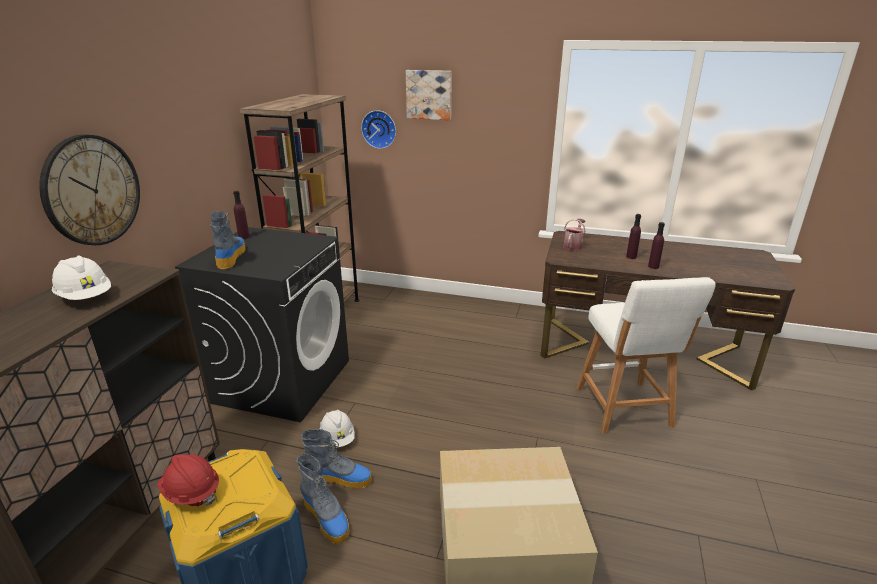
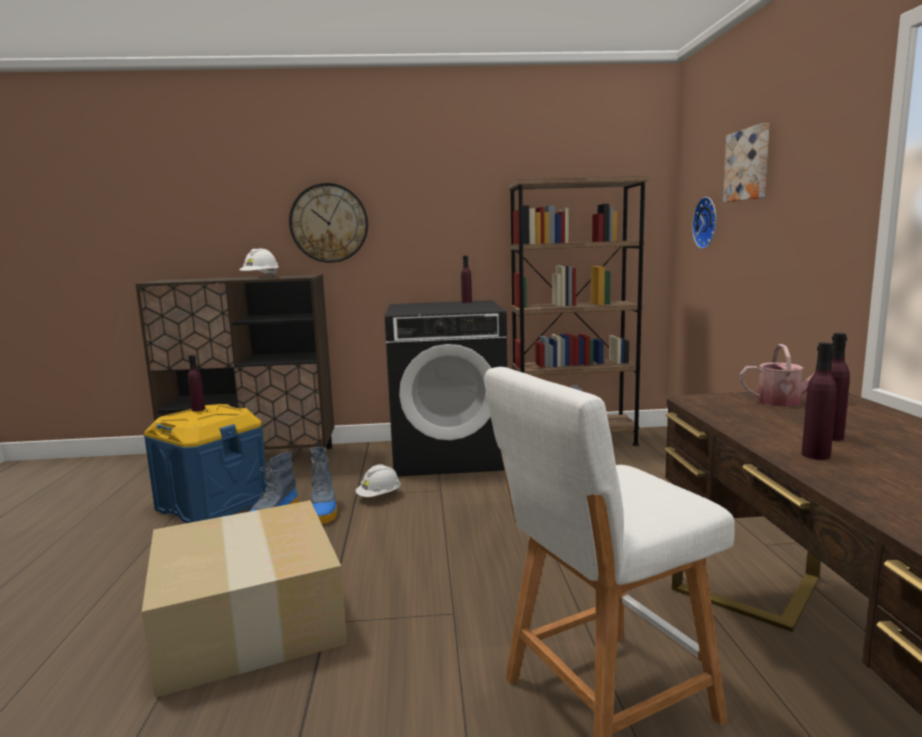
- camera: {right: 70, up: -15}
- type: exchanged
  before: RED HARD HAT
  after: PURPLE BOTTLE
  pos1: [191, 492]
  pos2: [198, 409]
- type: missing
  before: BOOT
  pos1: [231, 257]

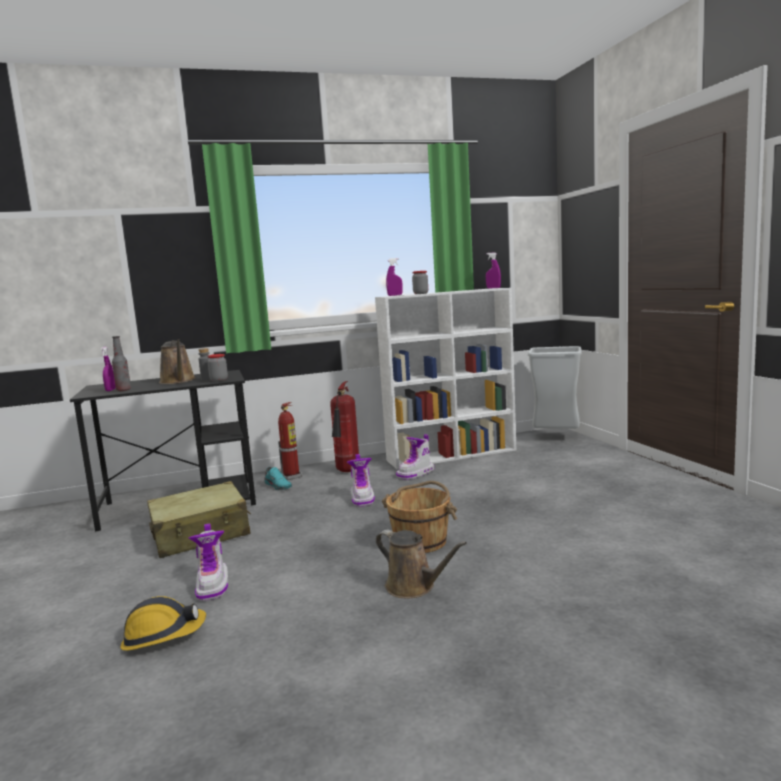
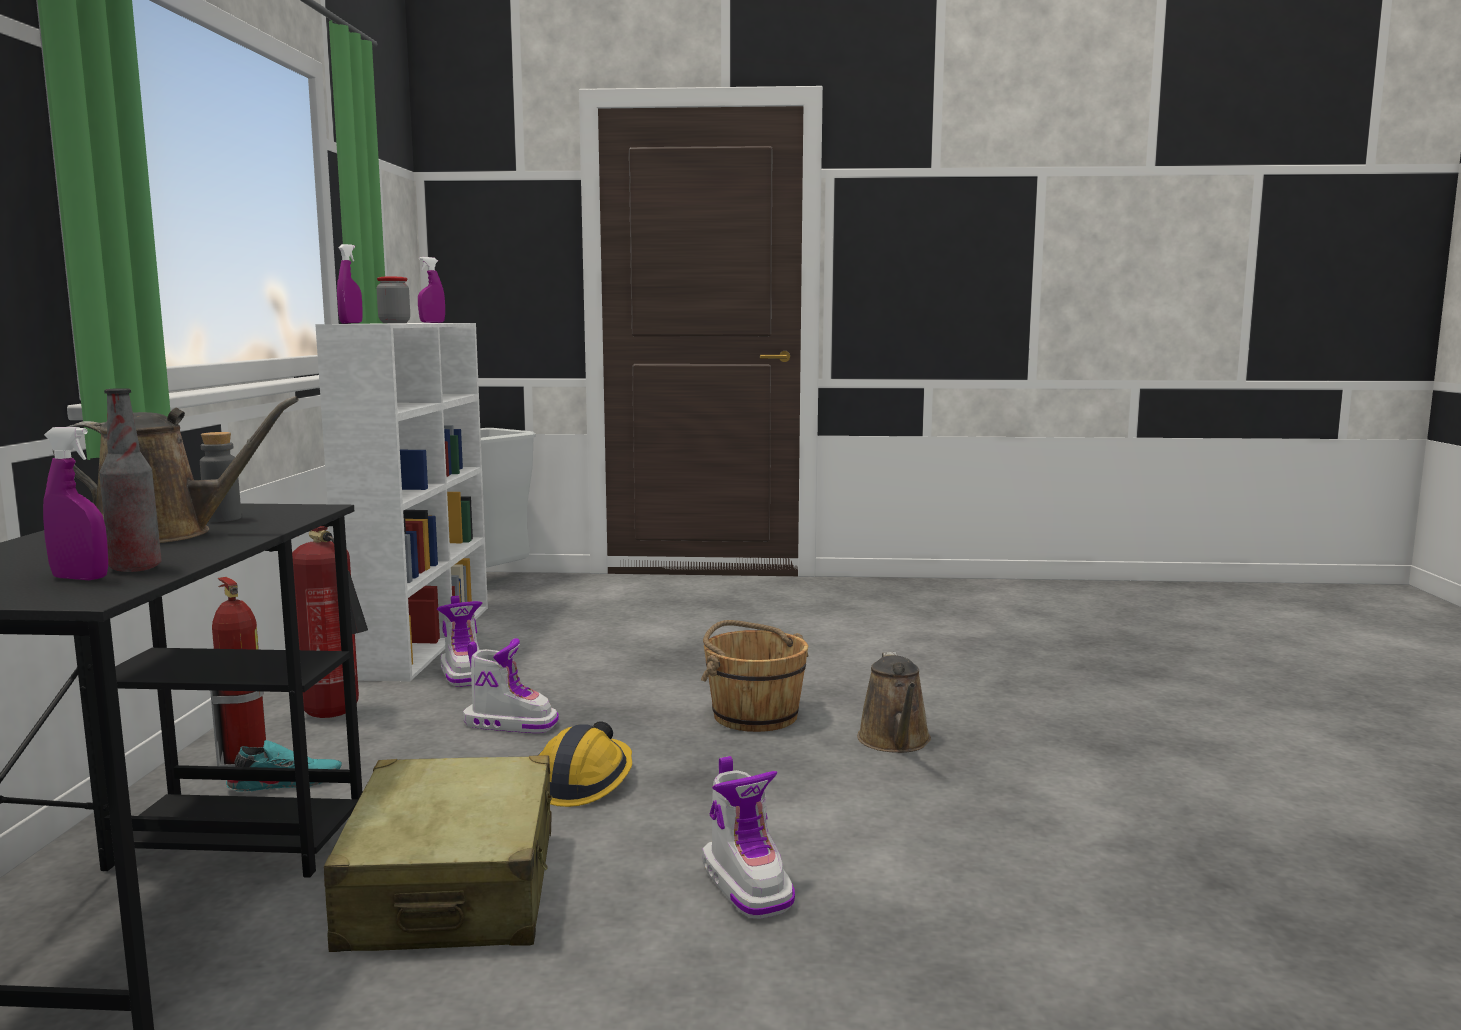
- camera: {right: -70, up: 0}
- type: relocated
  before: HARD HAT
  pos1: [163, 636]
  pos2: [582, 781]
- type: spun
  before: BOOT
  pos1: [213, 585]
  pos2: [747, 885]
  turn: 60
- type: missing
  before: JAR
  pos1: [219, 380]
- type: spun
  before: BROWN WATERING CAN
  pos1: [414, 587]
  pos2: [895, 742]
  turn: 120

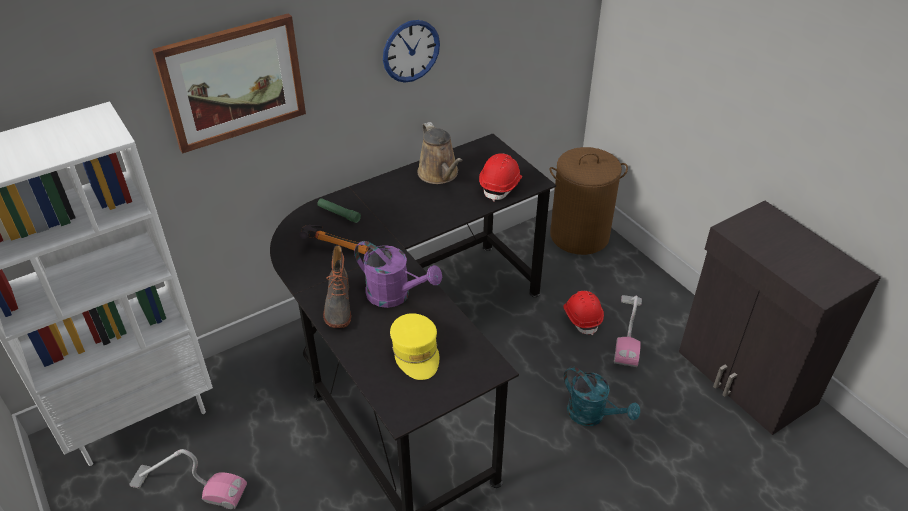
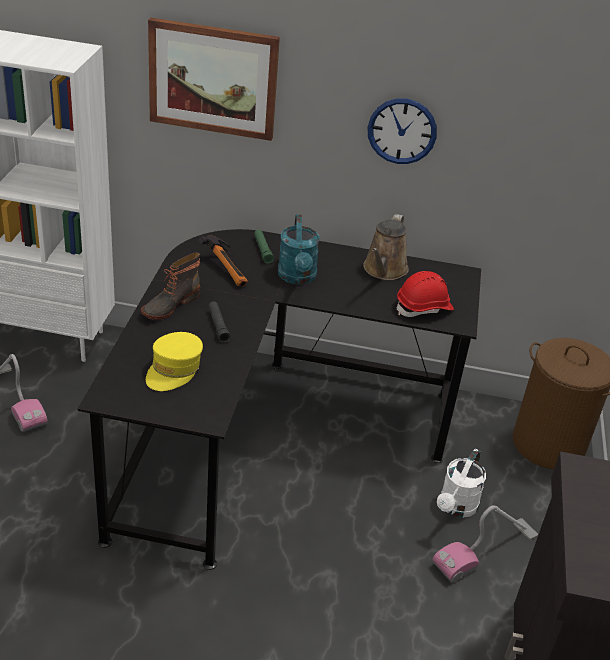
- camera: {right: 40, up: -5}
- type: exchanged
  before: PURPLE WATERING CAN
  after: BLACK FLASHLIGHT
  pos1: [395, 295]
  pos2: [218, 325]
- type: exchanged
  before: RED HARD HAT
  after: WHITE WATERING CAN
  pos1: [582, 317]
  pos2: [456, 508]
- type: relocated
  before: TURQUOISE WATERING CAN
  pos1: [592, 415]
  pos2: [298, 278]

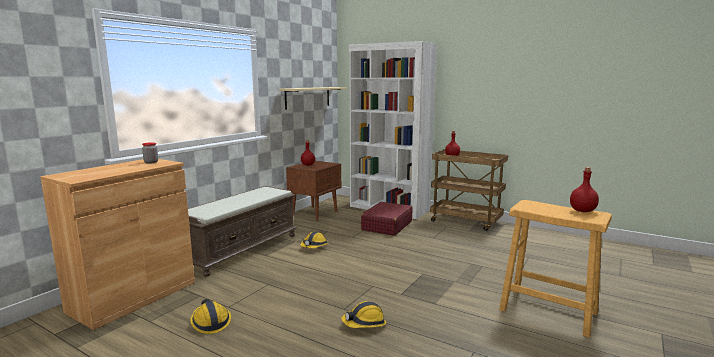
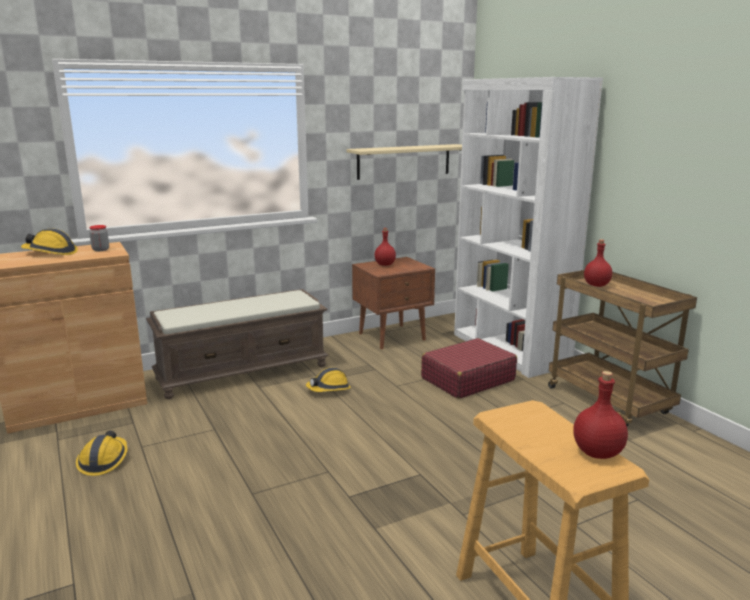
- camera: {right: 30, up: 5}
- type: relocated
  before: HARD HAT
  pos1: [364, 323]
  pos2: [51, 253]

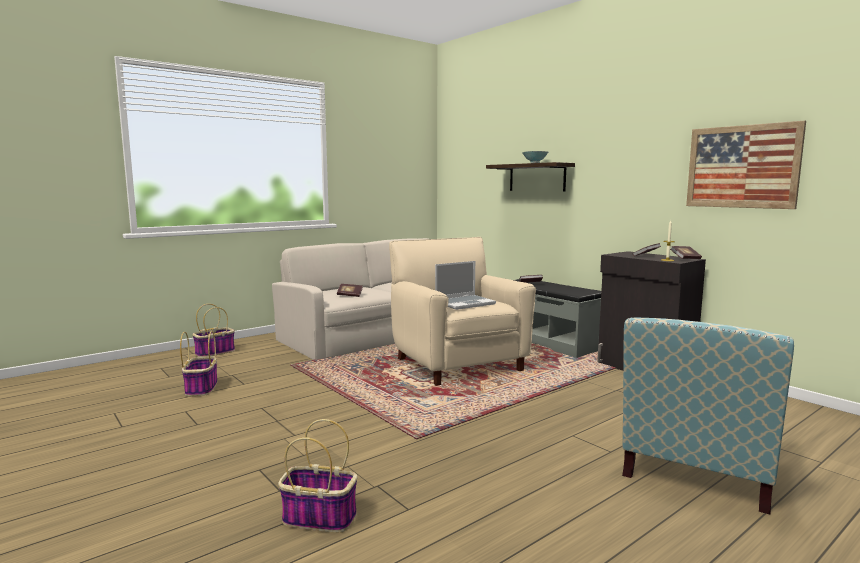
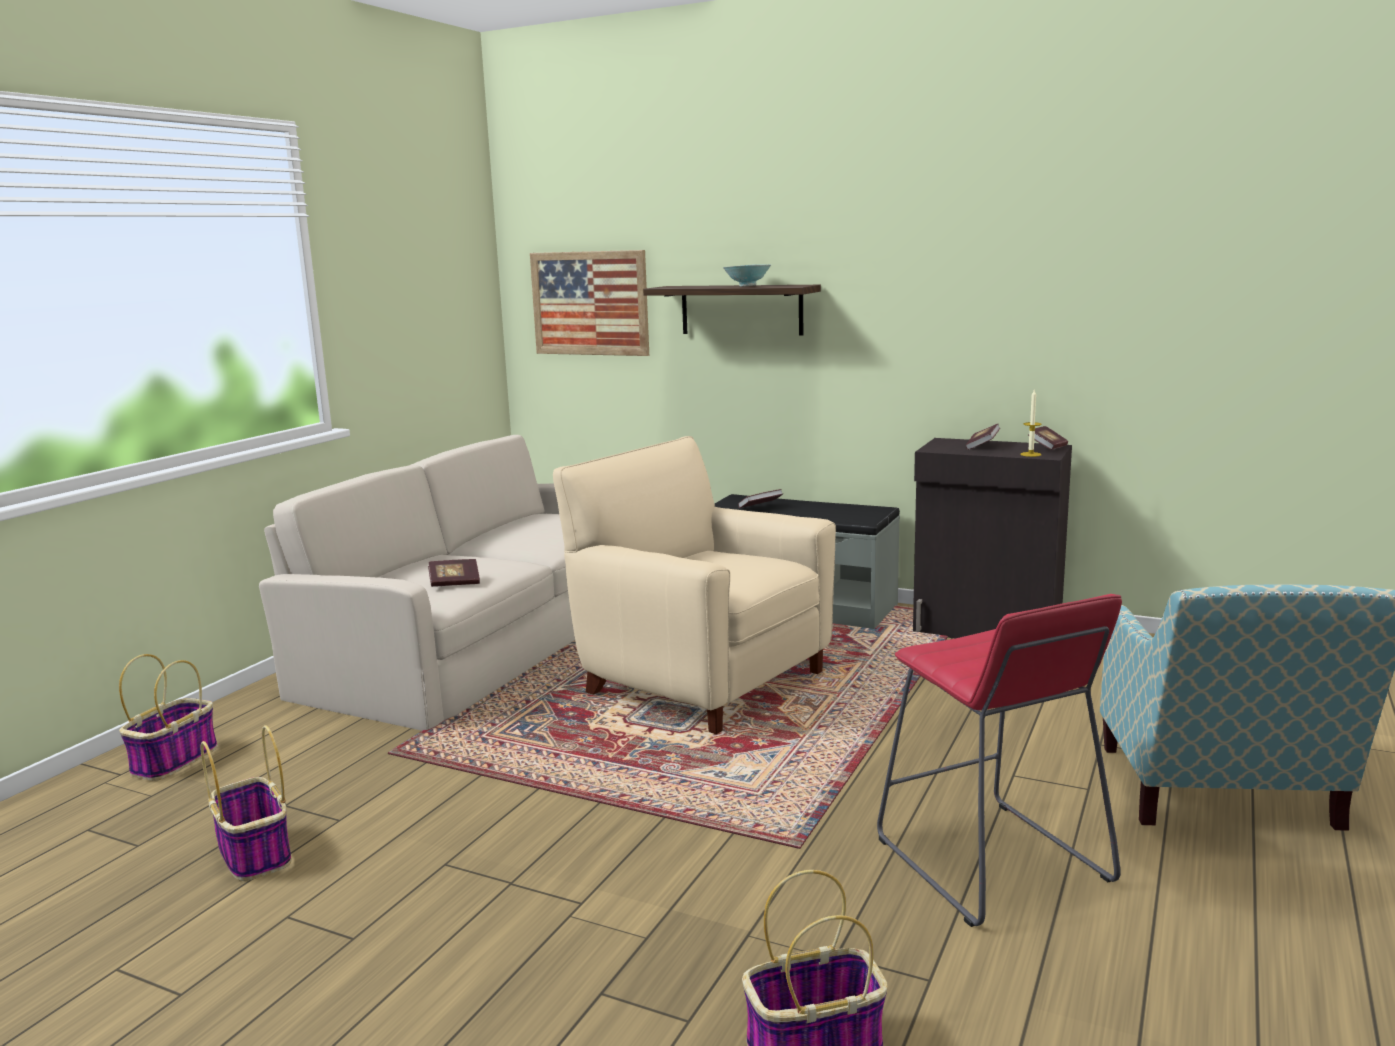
- camera: {right: -25, up: 5}
- type: missing
  before: LAPTOP
  pos1: [465, 303]
- type: relocated
  before: PICTURE
  pos1: [742, 167]
  pos2: [590, 303]
- type: appeared
  after: RED STOOL
  pos2: [991, 861]

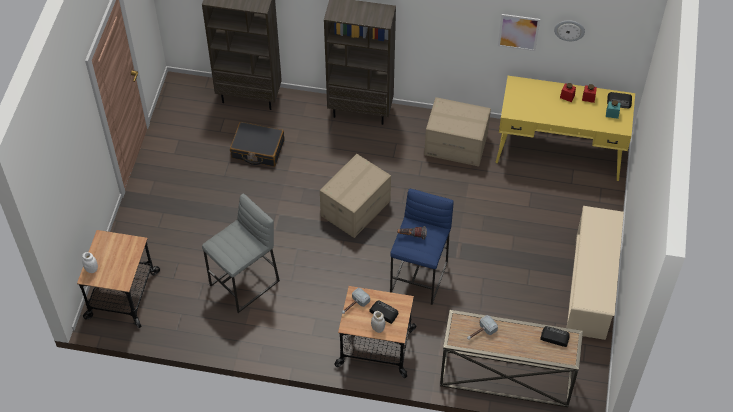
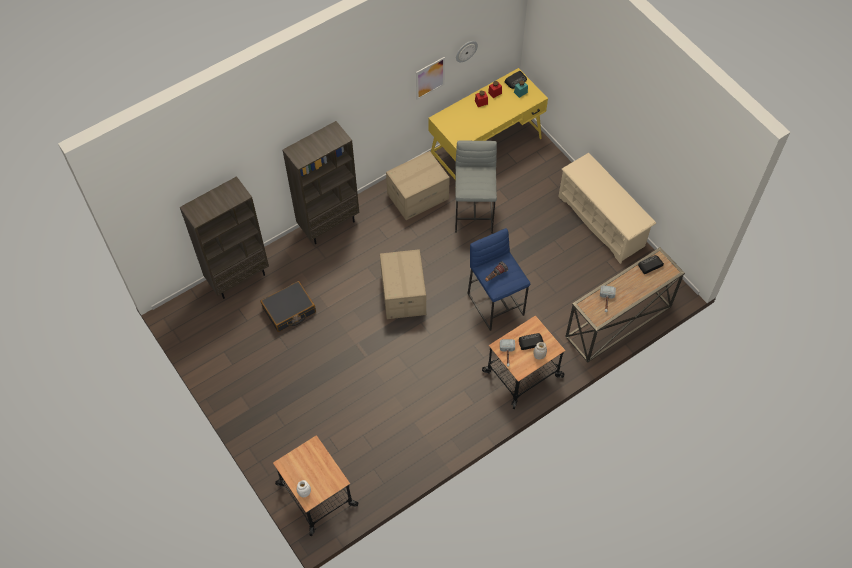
- camera: {right: -45, up: 5}
- type: relocated
  before: GREY STOOL
  pos1: [245, 283]
  pos2: [474, 214]

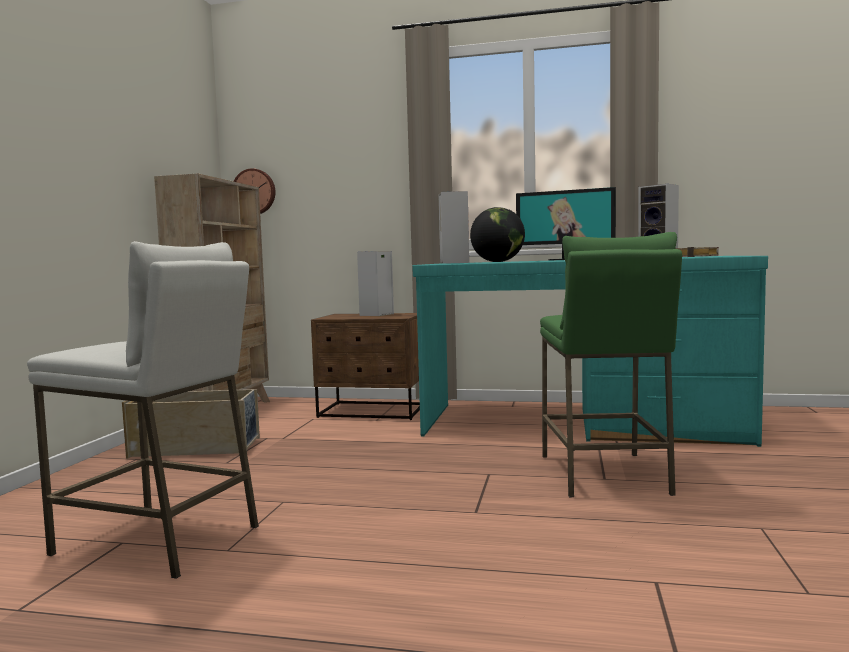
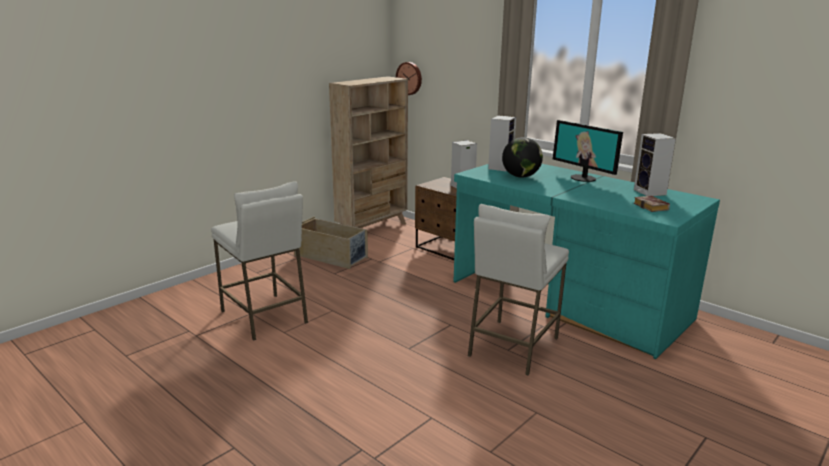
- camera: {right: 30, up: 15}
- type: colour
  before: GREEN STOOL
  after: WHITE STOOL
  pos1: [604, 474]
  pos2: [512, 347]

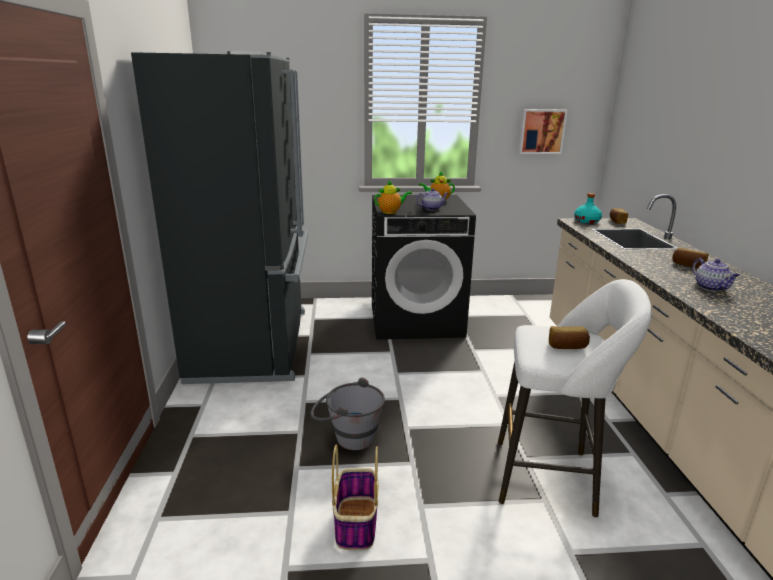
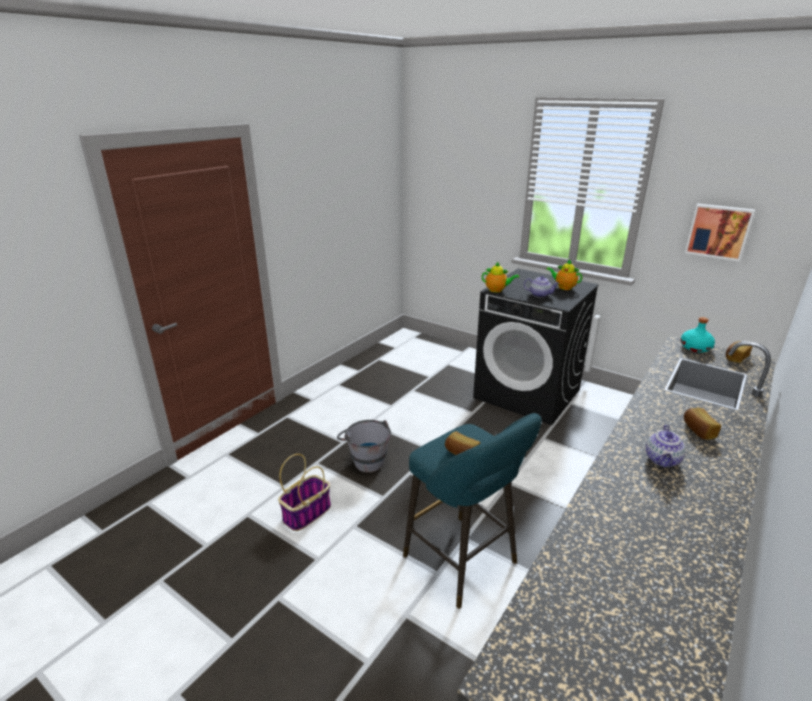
- camera: {right: 40, up: 5}
- type: missing
  before: BLACK FRIDGE
  pos1: [254, 343]
- type: colour
  before: WHITE STOOL
  after: TURQUOISE STOOL
  pos1: [551, 477]
  pos2: [464, 563]

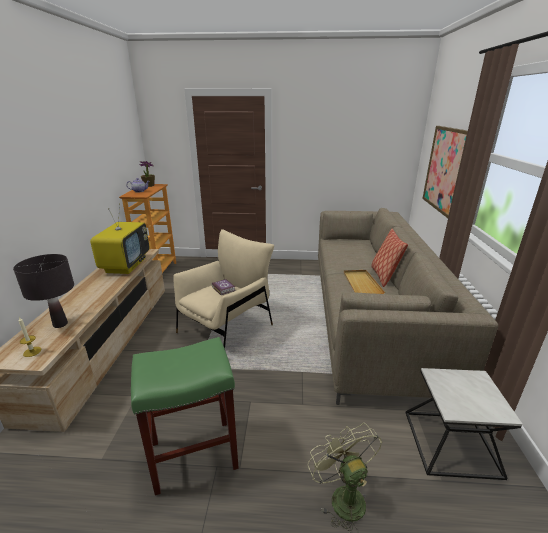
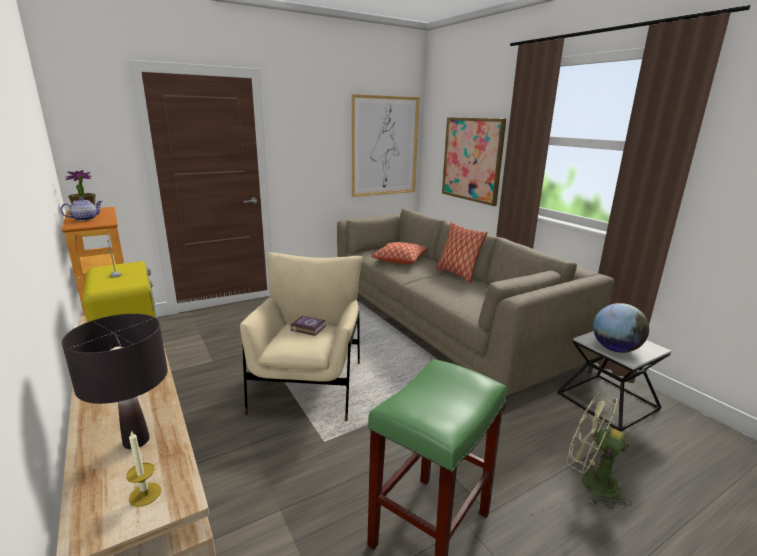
- camera: {right: -35, up: -5}
- type: missing
  before: BEIGE TRAY
  pos1: [361, 284]
- type: appeared
  after: PICTURE
  pos2: [384, 146]
- type: appeared
  after: PILLOW
  pos2: [400, 259]
- type: appeared
  after: GLOBE
  pos2: [615, 349]

